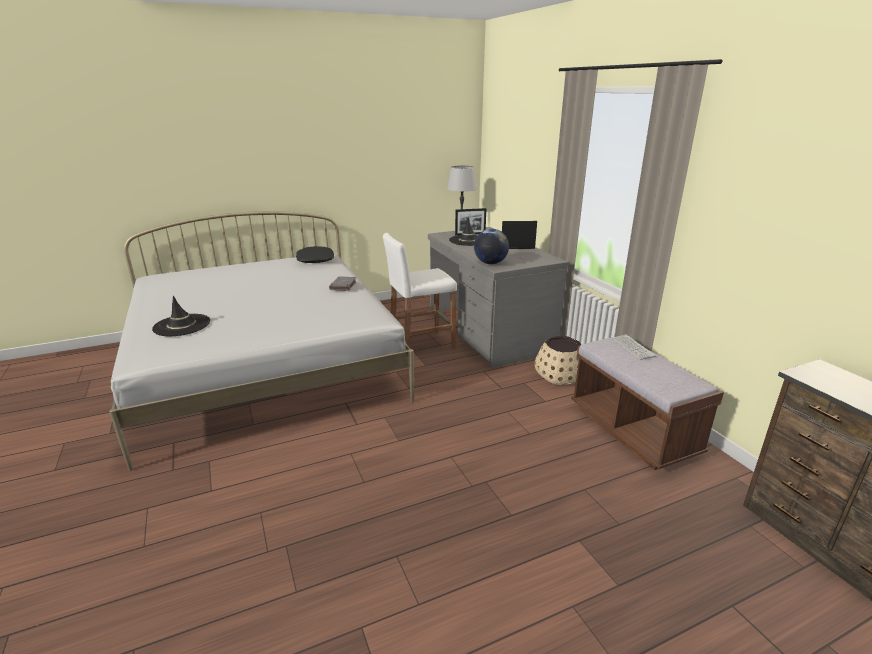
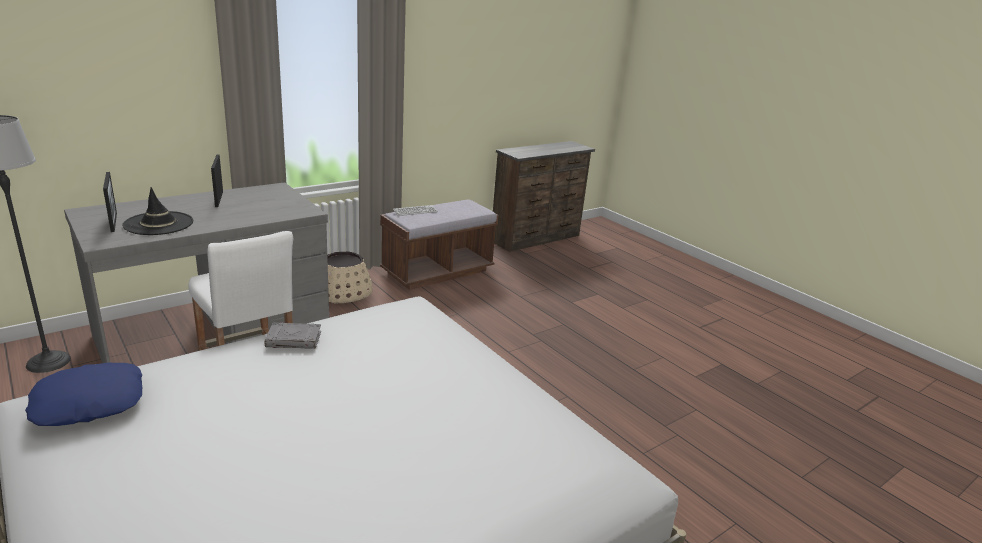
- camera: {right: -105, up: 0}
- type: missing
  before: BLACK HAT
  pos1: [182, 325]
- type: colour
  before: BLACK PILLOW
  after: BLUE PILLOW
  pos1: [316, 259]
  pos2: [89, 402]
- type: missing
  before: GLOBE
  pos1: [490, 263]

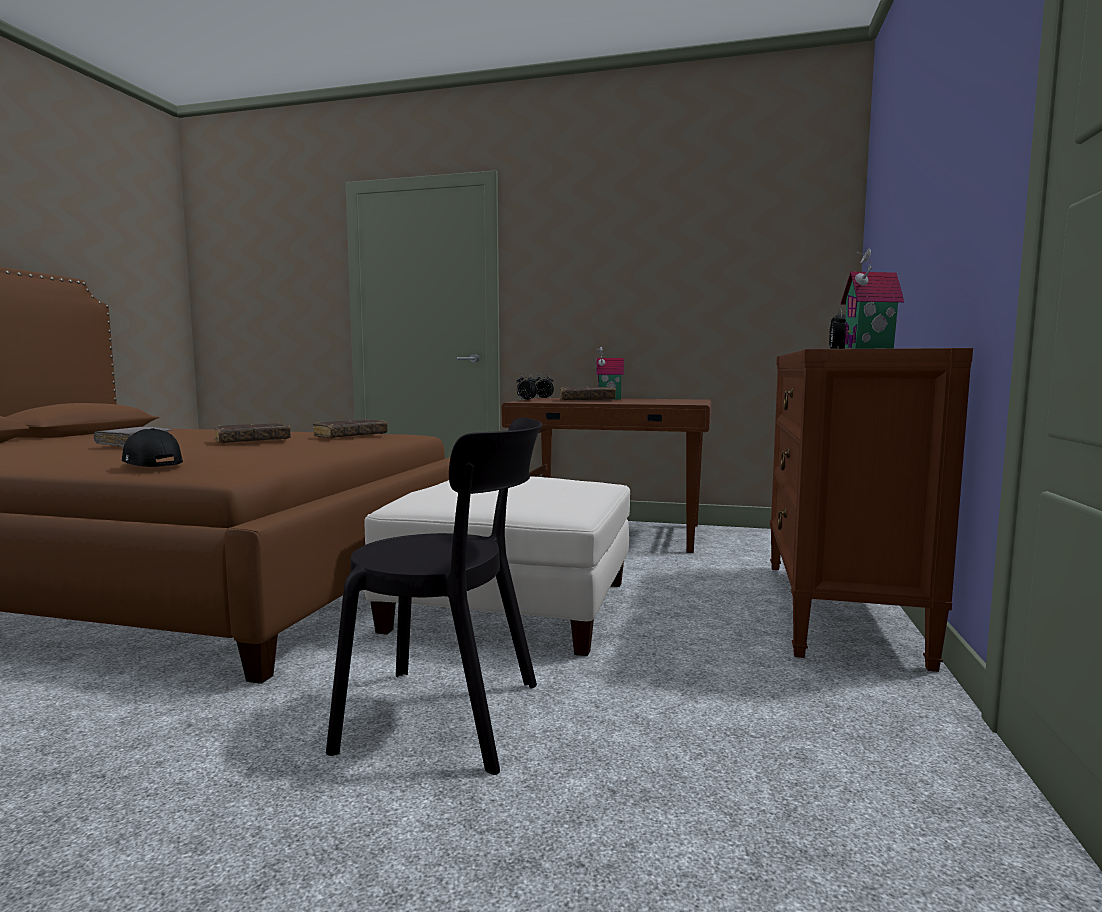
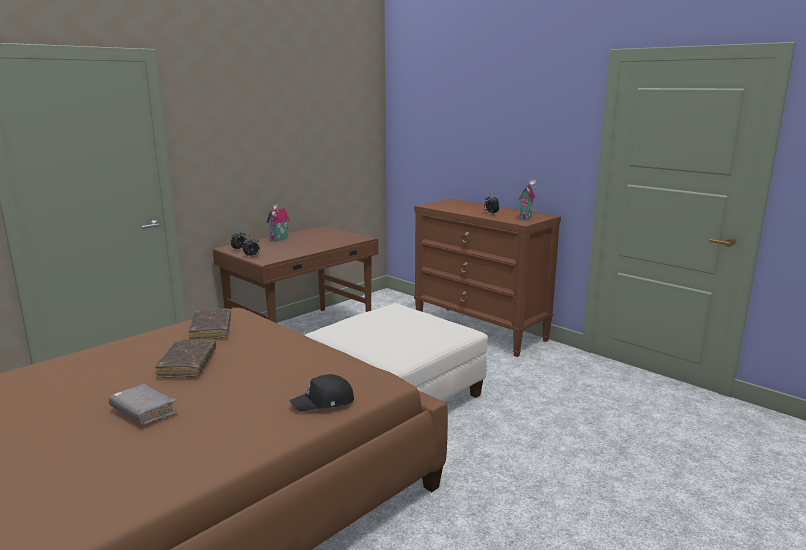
- camera: {right: -60, up: 10}
- type: missing
  before: BLACK CHAIR
  pos1: [452, 717]
- type: missing
  before: BROWN BOOK
  pos1: [587, 400]

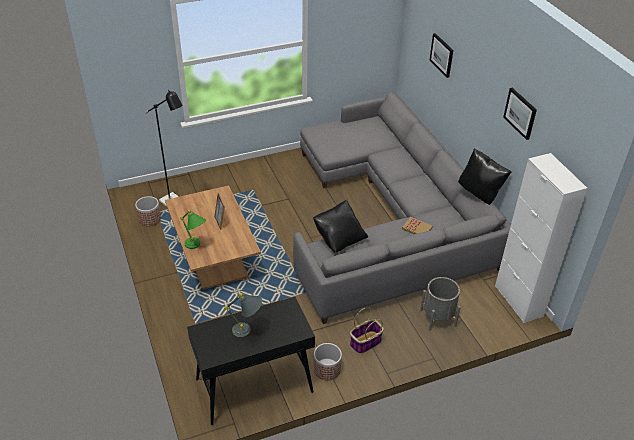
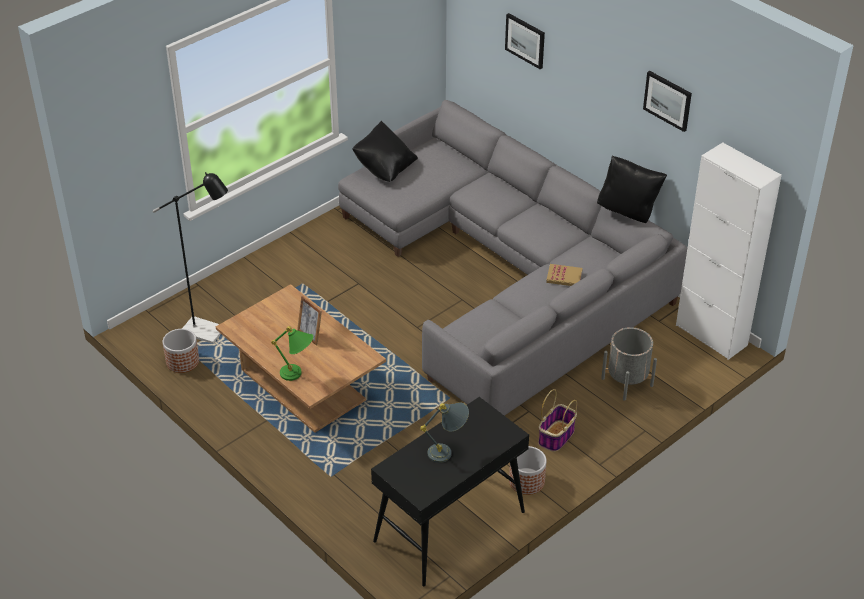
- camera: {right: -20, up: 0}
- type: relocated
  before: BLACK PILLOW
  pos1: [339, 238]
  pos2: [384, 168]

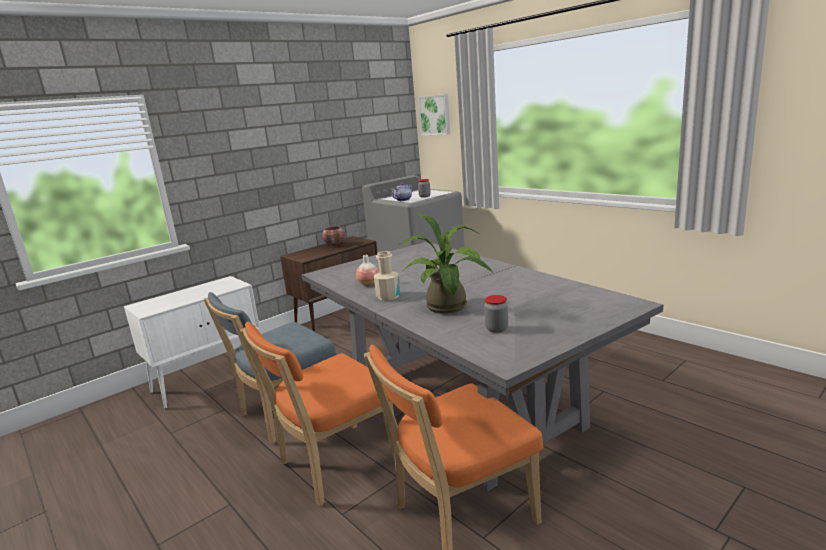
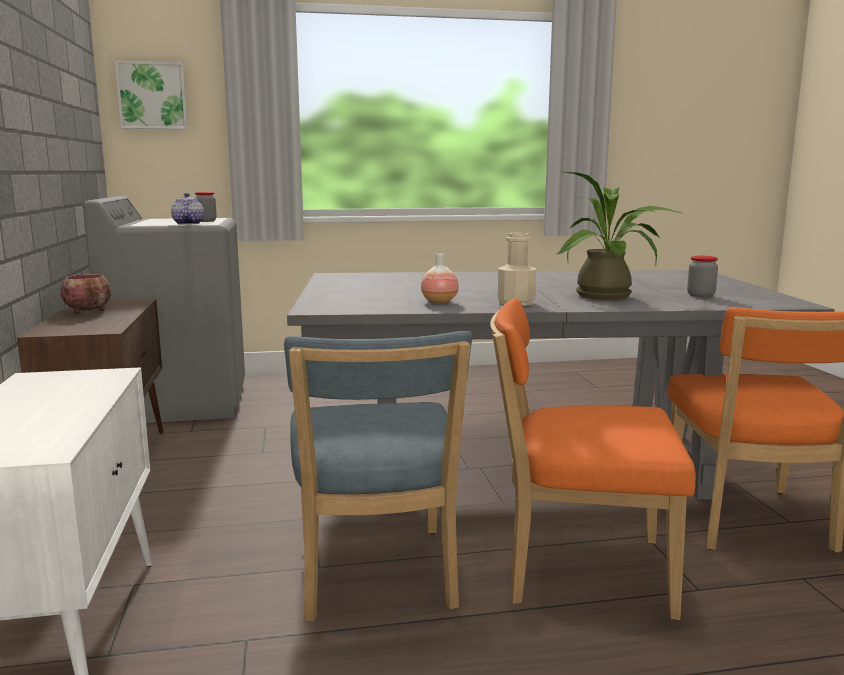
- camera: {right: -60, up: -5}
- type: spun
  before: ORANGE CHAIR
  pos1: [333, 465]
  pos2: [577, 570]
  turn: 105

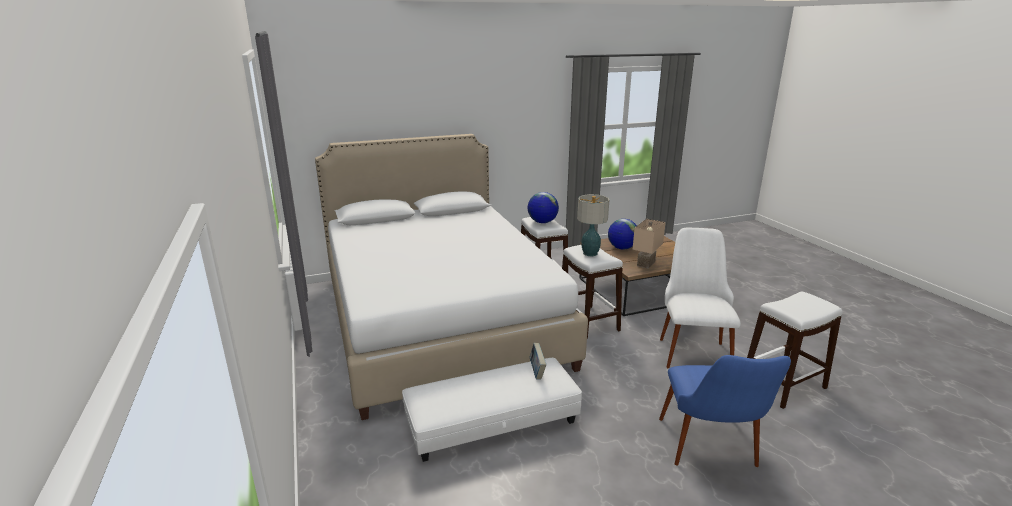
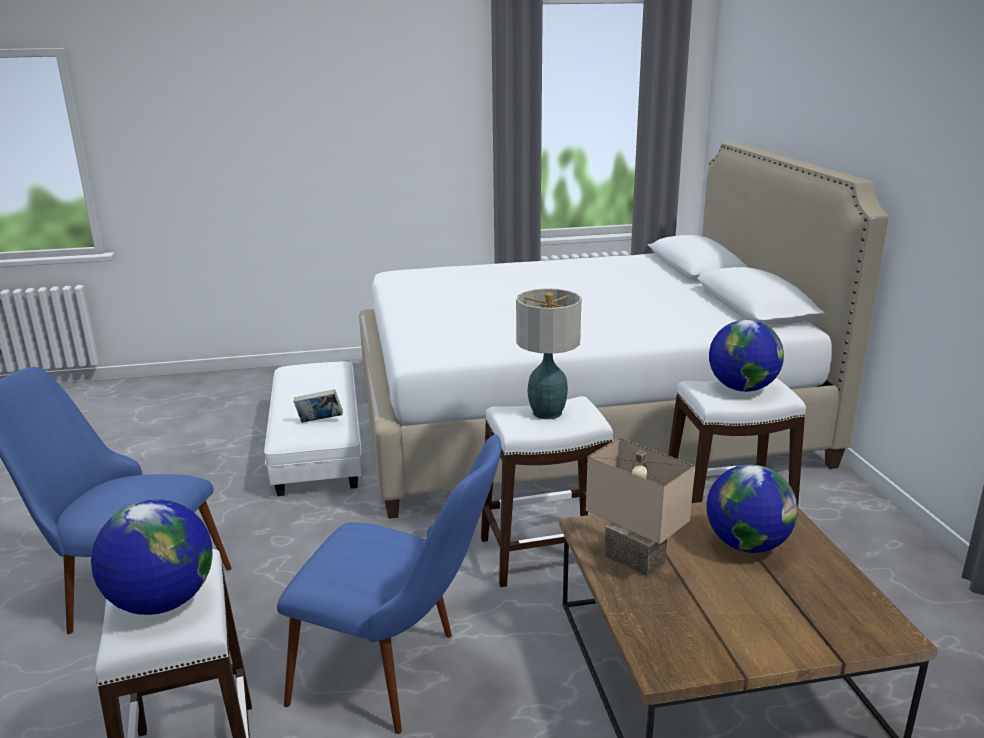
- camera: {right: 100, up: 0}
- type: colour
  before: WHITE CHAIR
  after: BLUE CHAIR
  pos1: [692, 348]
  pos2: [400, 674]
- type: appeared
  after: GLOBE
  pos2: [161, 602]

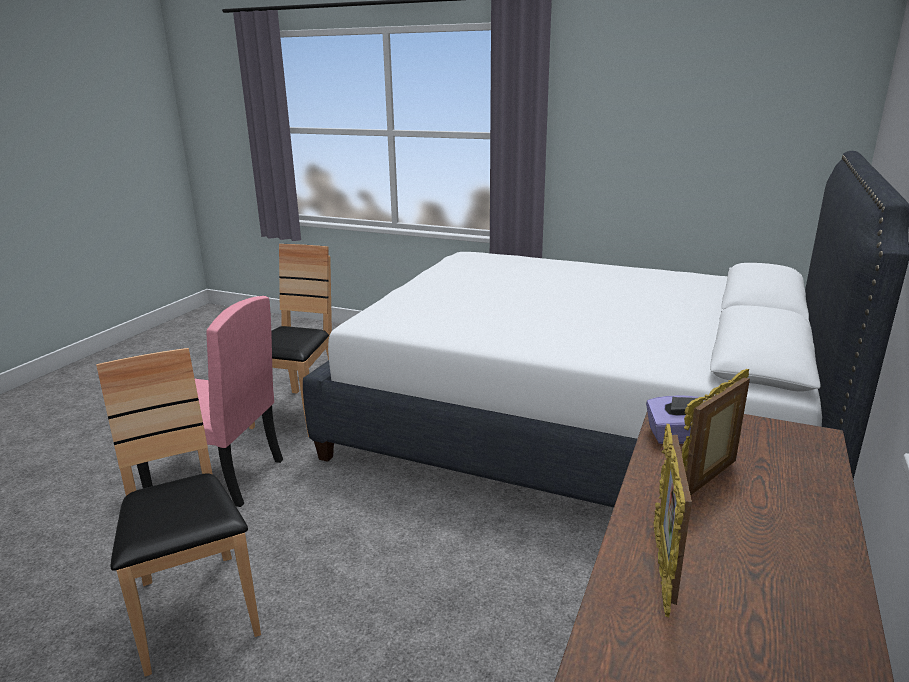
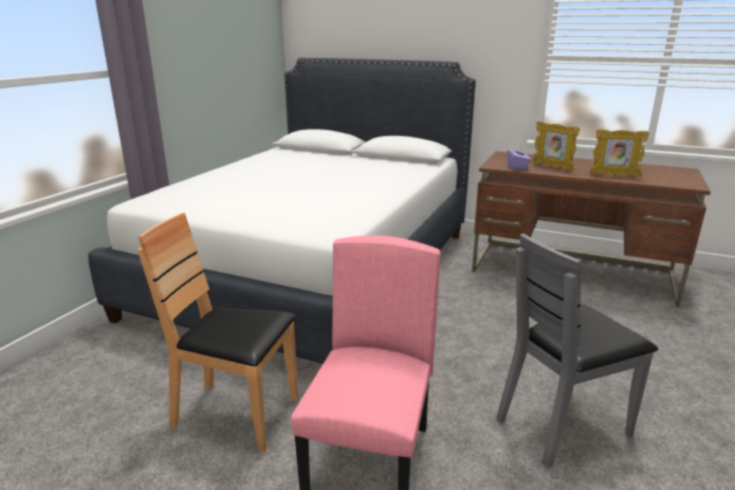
- camera: {right: -90, up: 0}
- type: colour
  before: BROWN CHAIR
  after: GREY CHAIR
  pos1: [196, 610]
  pos2: [562, 425]

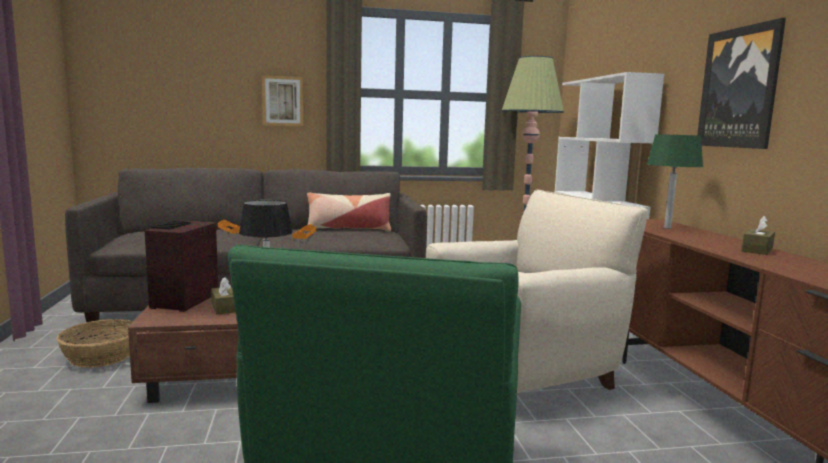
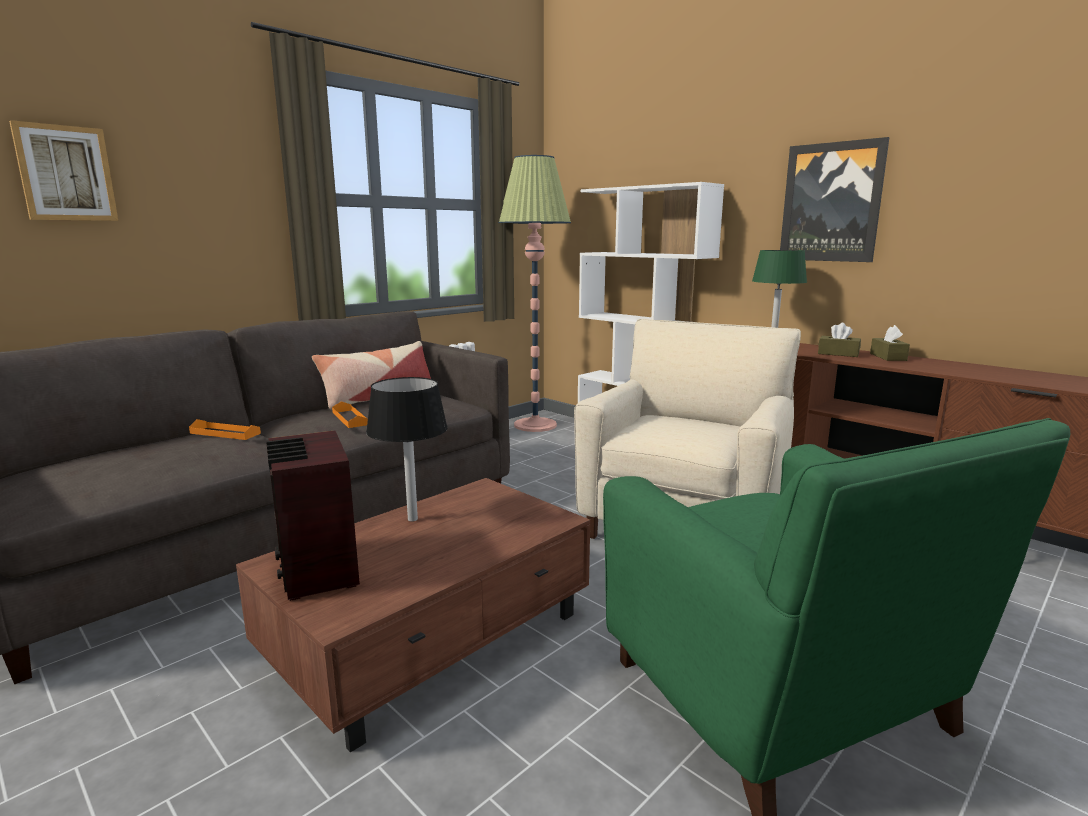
- camera: {right: -35, up: 5}
- type: missing
  before: BASKET
  pos1: [102, 356]
- type: relocated
  before: BROWN TISSUE BOX
  pos1: [224, 307]
  pos2: [838, 354]
- type: relocated
  before: PICTURE
  pos1: [283, 101]
  pos2: [66, 173]

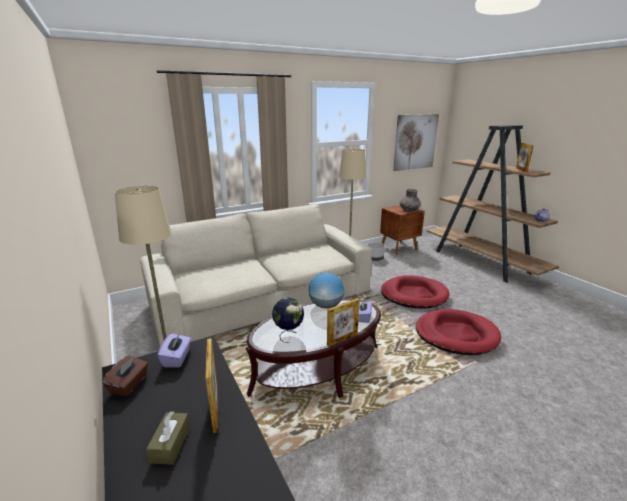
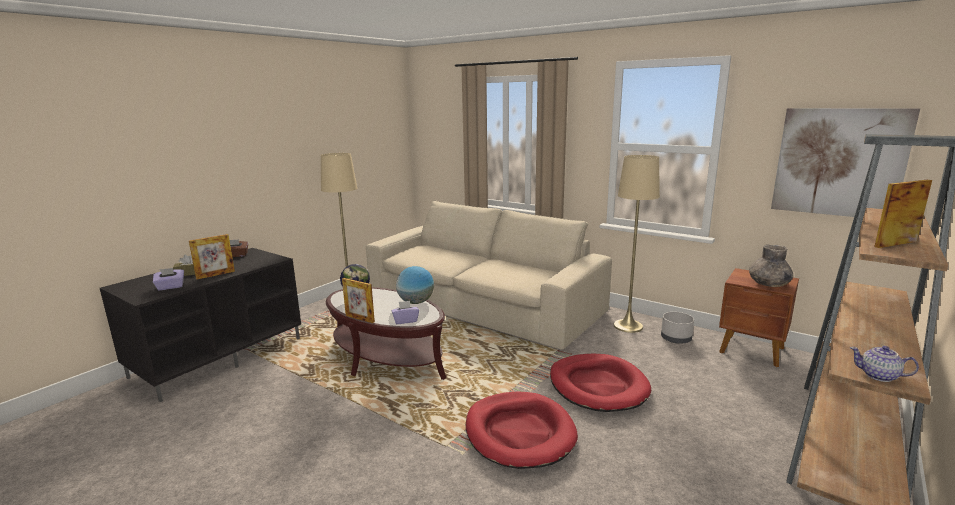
- camera: {right: 65, up: -5}
- type: relocated
  before: PURPLE TISSUE BOX
  pos1: [177, 358]
  pos2: [170, 287]

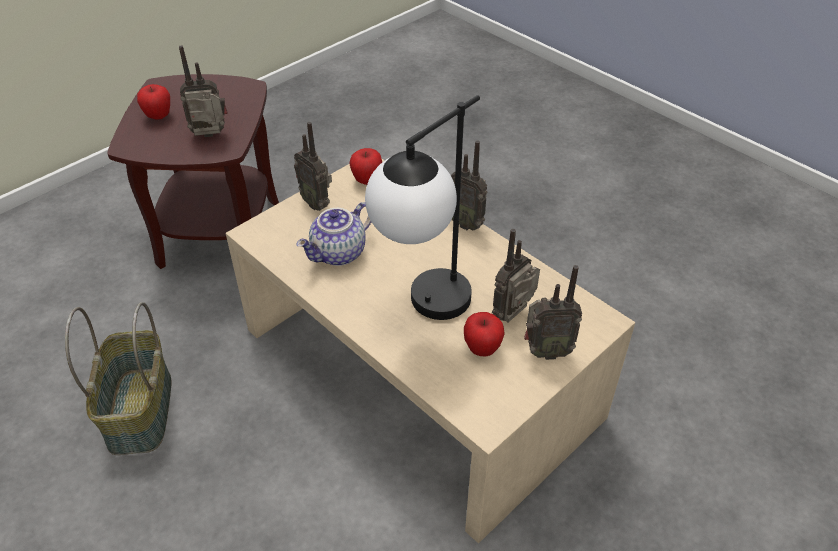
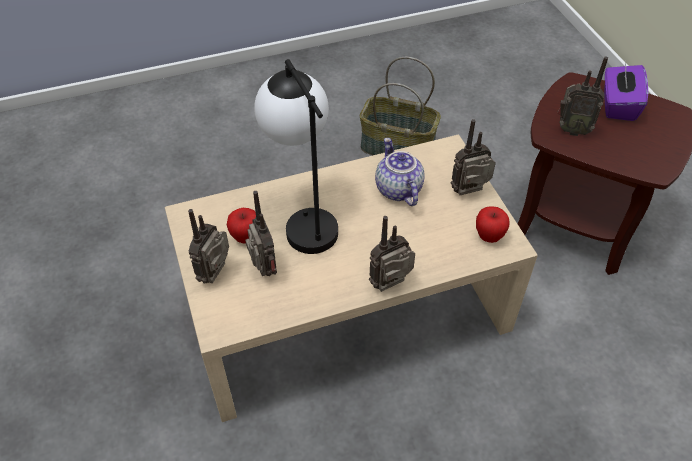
- camera: {right: 115, up: 5}
- type: exchanged
  before: APPLE
  after: PURPLE TISSUE BOX
  pos1: [158, 116]
  pos2: [618, 105]
- type: spun
  before: RADIO
  pos1: [211, 137]
  pos2: [572, 129]
  turn: 90

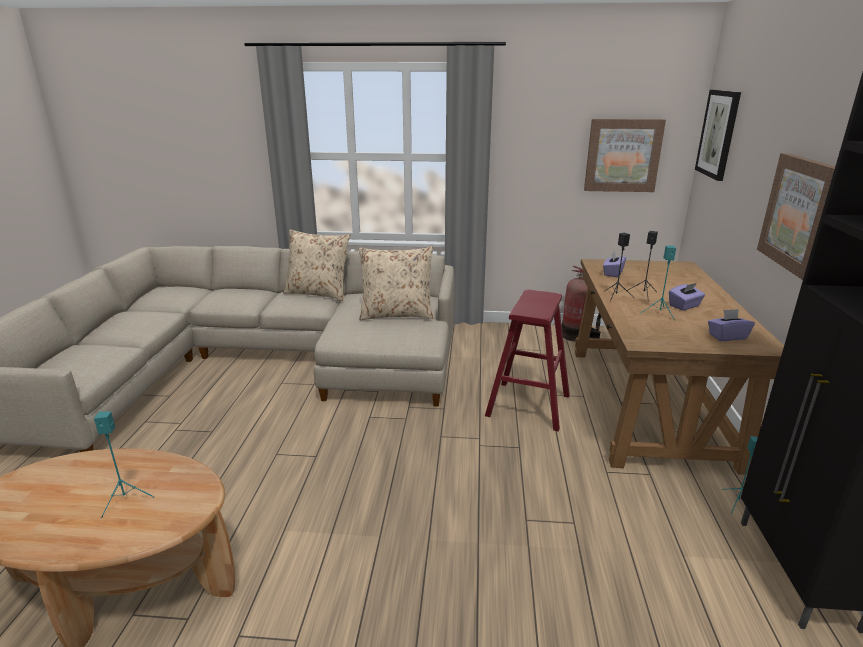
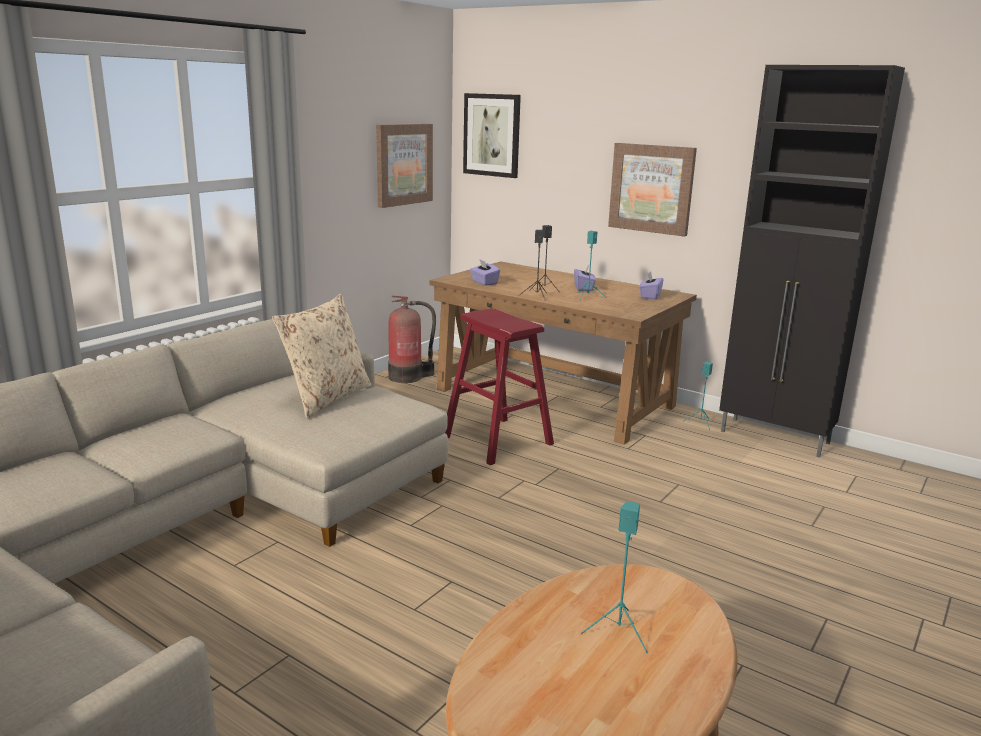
- camera: {right: -60, up: -5}
- type: missing
  before: BEIGE PILLOW
  pos1: [318, 293]

